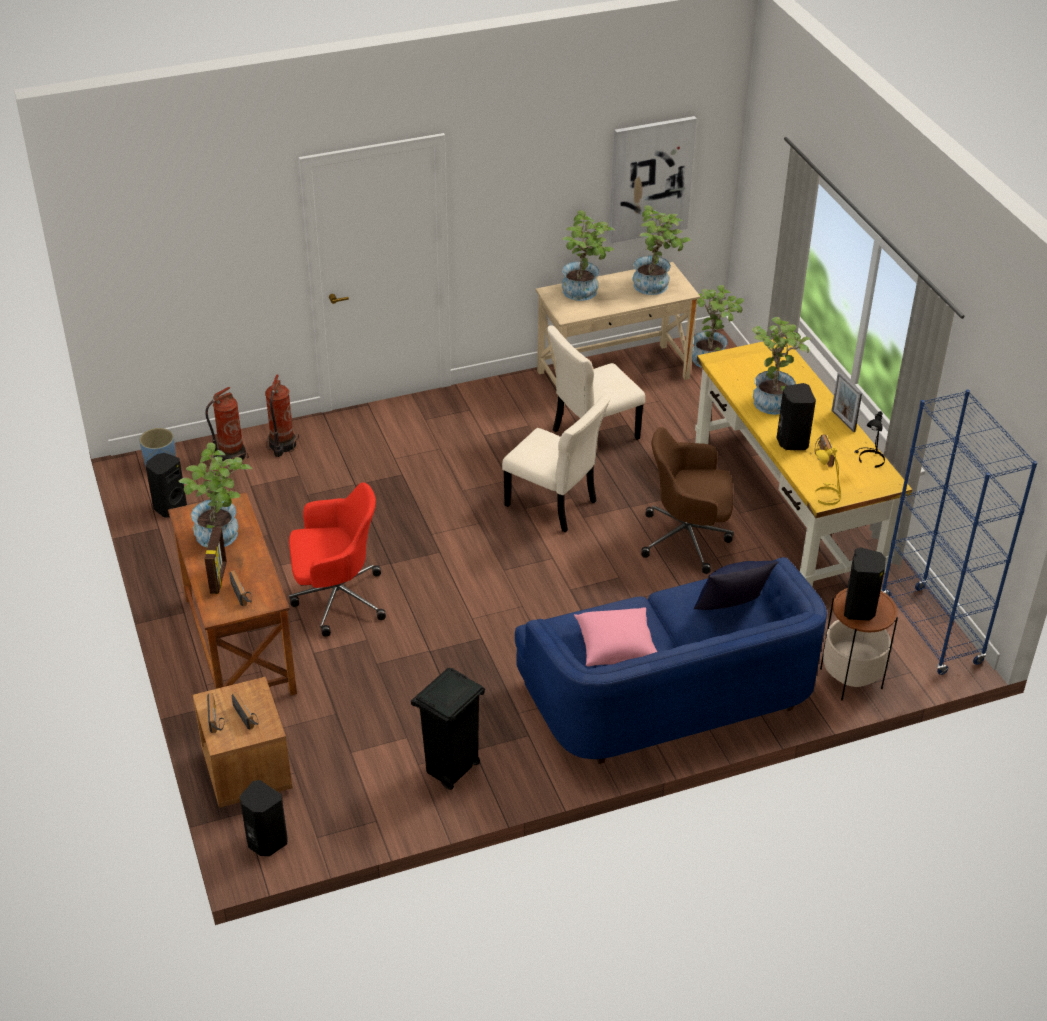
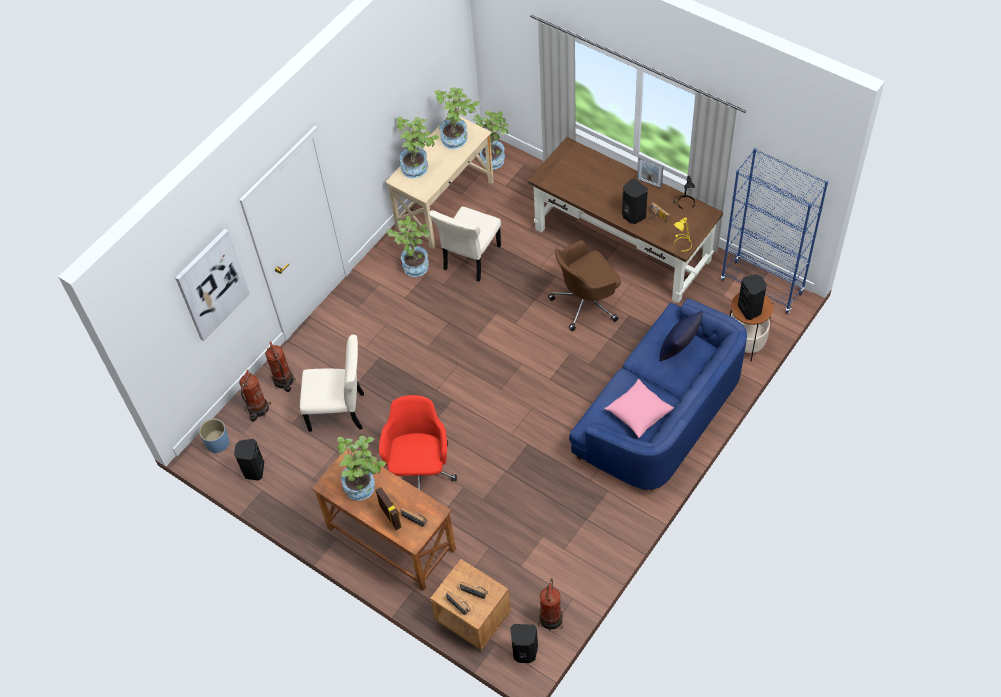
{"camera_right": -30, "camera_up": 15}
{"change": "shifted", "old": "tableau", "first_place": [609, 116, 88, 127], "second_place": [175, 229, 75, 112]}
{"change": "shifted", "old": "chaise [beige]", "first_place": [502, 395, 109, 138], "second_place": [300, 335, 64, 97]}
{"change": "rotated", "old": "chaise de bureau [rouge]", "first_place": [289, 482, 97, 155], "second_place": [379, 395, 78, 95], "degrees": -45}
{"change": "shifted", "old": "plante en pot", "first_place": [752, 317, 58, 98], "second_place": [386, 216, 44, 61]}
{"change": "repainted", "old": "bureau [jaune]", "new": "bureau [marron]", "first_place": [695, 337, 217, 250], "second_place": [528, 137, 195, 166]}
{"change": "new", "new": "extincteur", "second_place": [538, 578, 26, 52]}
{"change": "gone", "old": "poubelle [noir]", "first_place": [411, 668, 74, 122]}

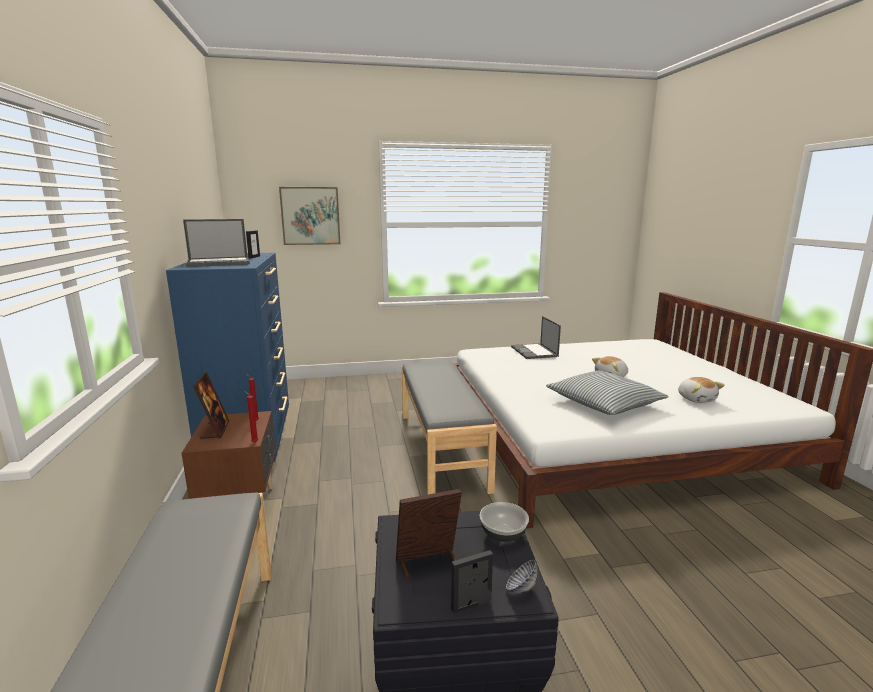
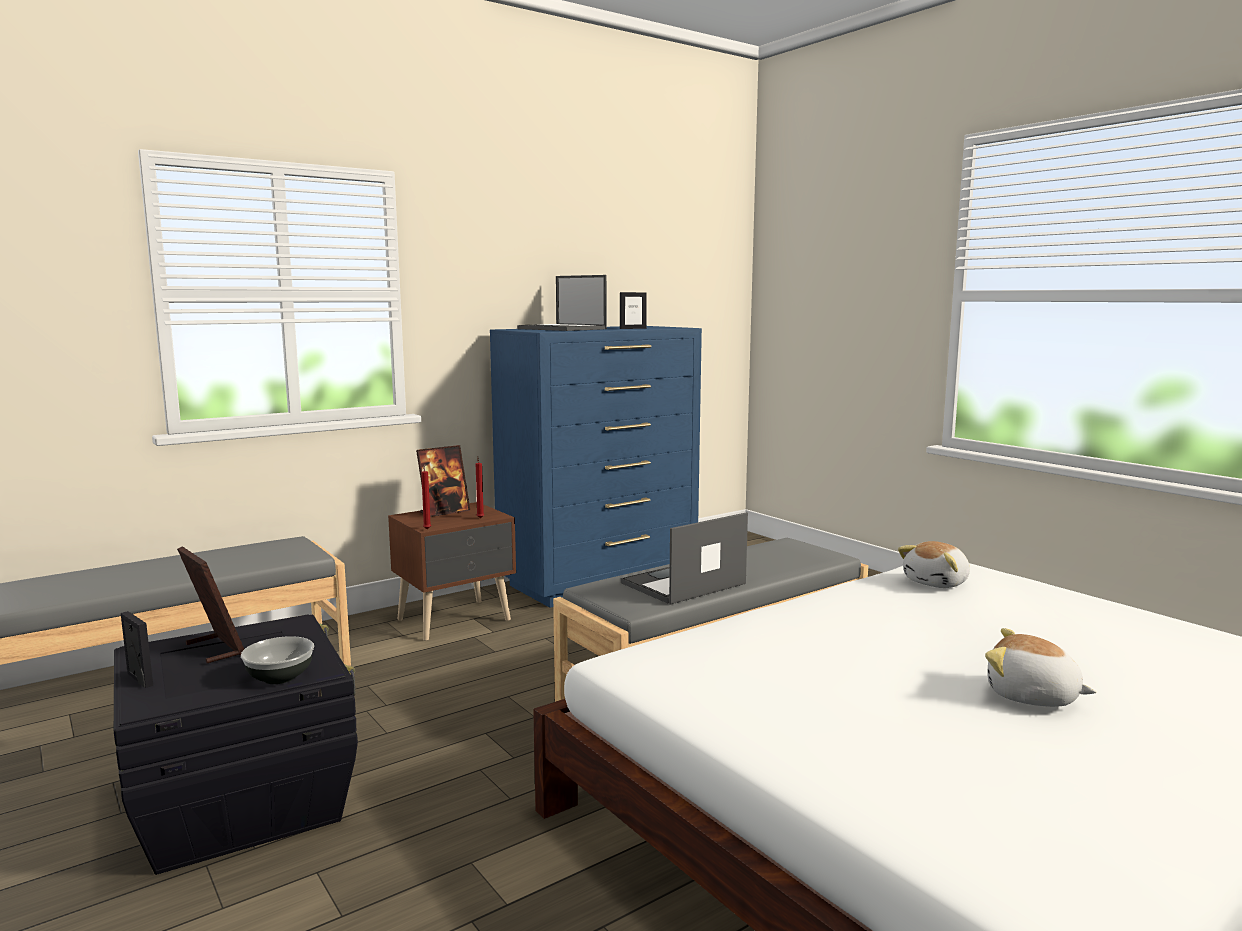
{"camera_right": 65, "camera_up": -5}
{"change": "shifted", "old": "ordinateur portable", "first_place": [511, 316, 50, 43], "second_place": [621, 512, 127, 93]}
{"change": "shifted", "old": "peluche", "first_place": [678, 377, 47, 26], "second_place": [898, 541, 72, 47]}
{"change": "gone", "old": "tableau", "first_place": [279, 187, 61, 58]}
{"change": "gone", "old": "bol", "first_place": [506, 560, 31, 33]}
{"change": "gone", "old": "coussin", "first_place": [546, 371, 123, 44]}

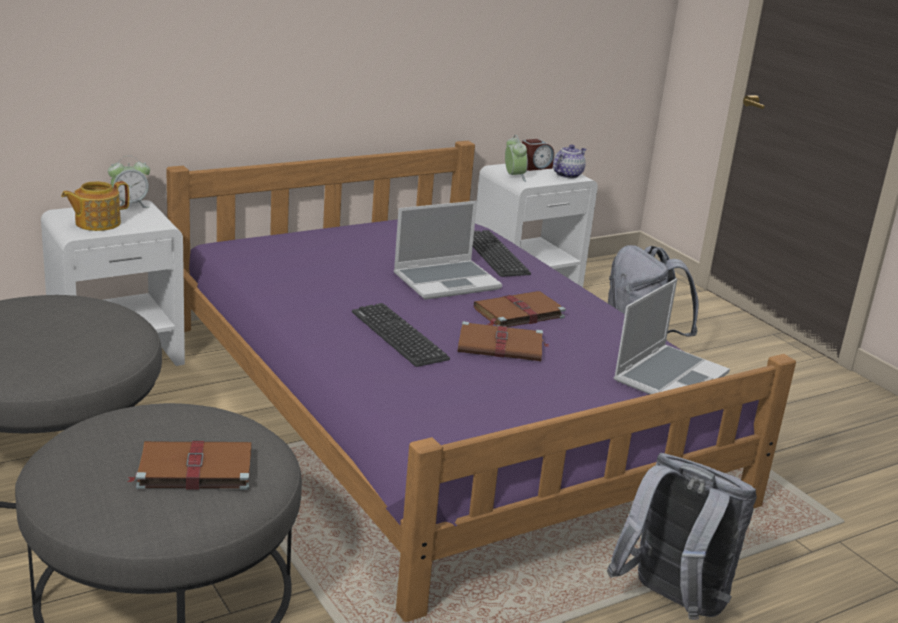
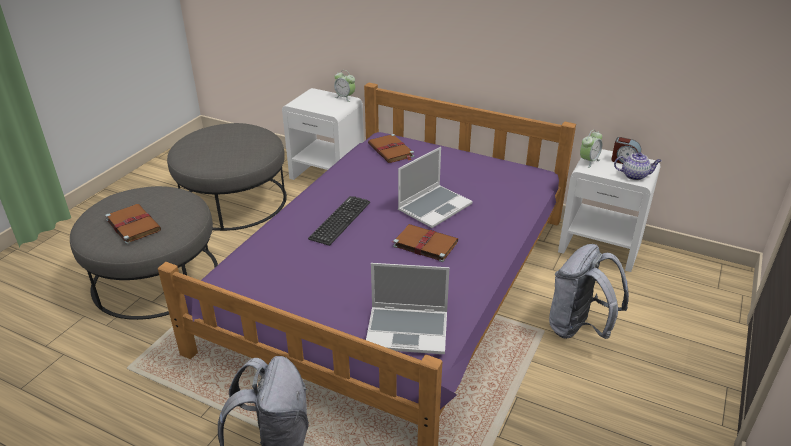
{"camera_right": 60, "camera_up": 10}
{"change": "shifted", "old": "livre [marron]", "first_place": [458, 321, 91, 40], "second_place": [368, 134, 46, 29]}
{"change": "rotated", "old": "ordinateur portable", "first_place": [393, 201, 109, 99], "second_place": [398, 147, 75, 81], "degrees": -75}
{"change": "gone", "old": "théière", "first_place": [61, 181, 68, 50]}
{"change": "gone", "old": "clavier", "first_place": [473, 230, 58, 47]}

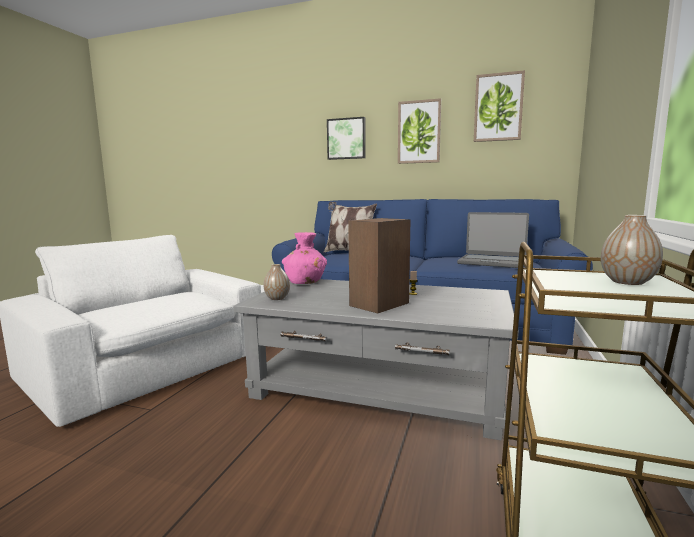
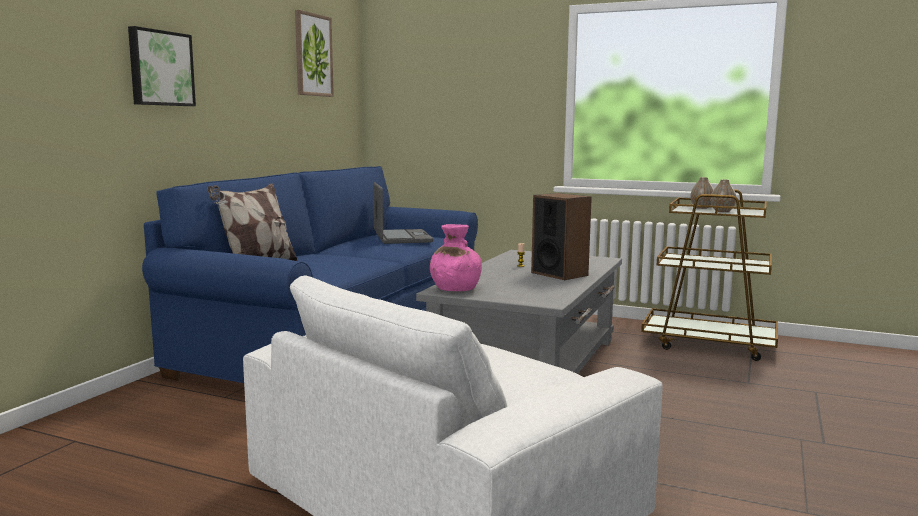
{"camera_right": -85, "camera_up": 0}
{"change": "rotated", "old": "ordinateur portable", "first_place": [457, 212, 72, 56], "second_place": [373, 182, 60, 62], "degrees": -45}
{"change": "shifted", "old": "vase", "first_place": [264, 264, 26, 36], "second_place": [711, 179, 25, 33]}
{"change": "gone", "old": "tableau", "first_place": [398, 98, 43, 66]}

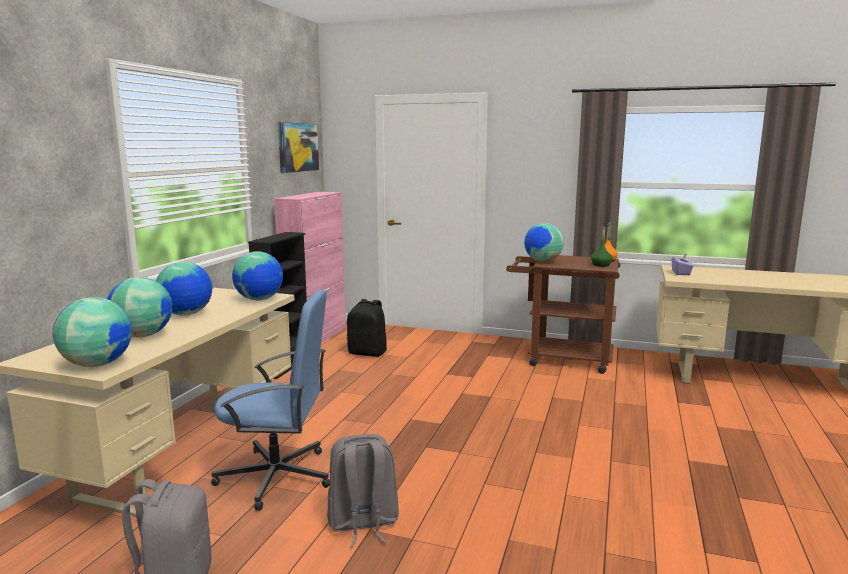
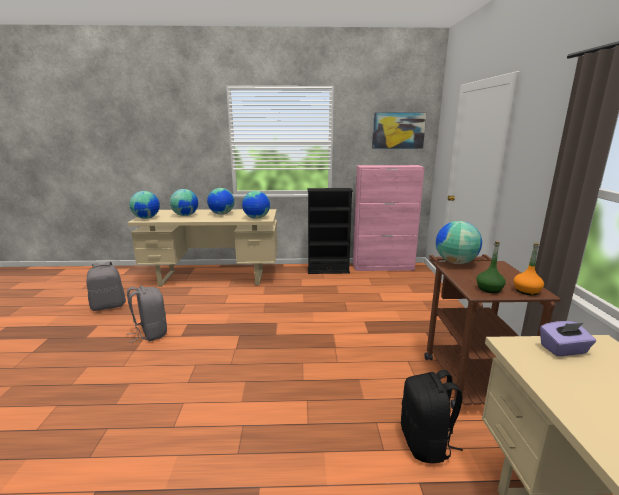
{"camera_right": 70, "camera_up": 5}
{"change": "shifted", "old": "sac à dos [noir]", "first_place": [347, 299, 40, 58], "second_place": [401, 370, 62, 93]}
{"change": "gone", "old": "chaise de bureau [bleu]", "first_place": [211, 289, 119, 222]}

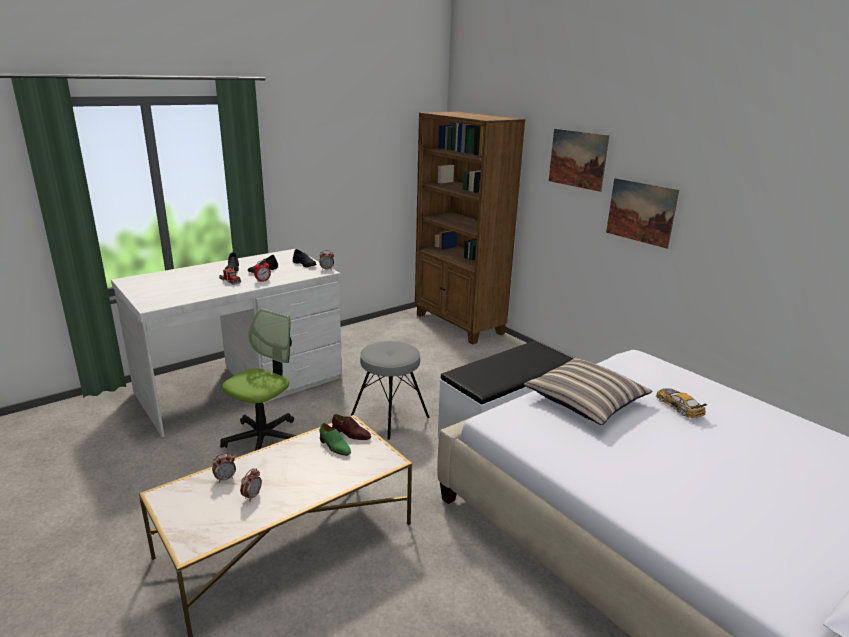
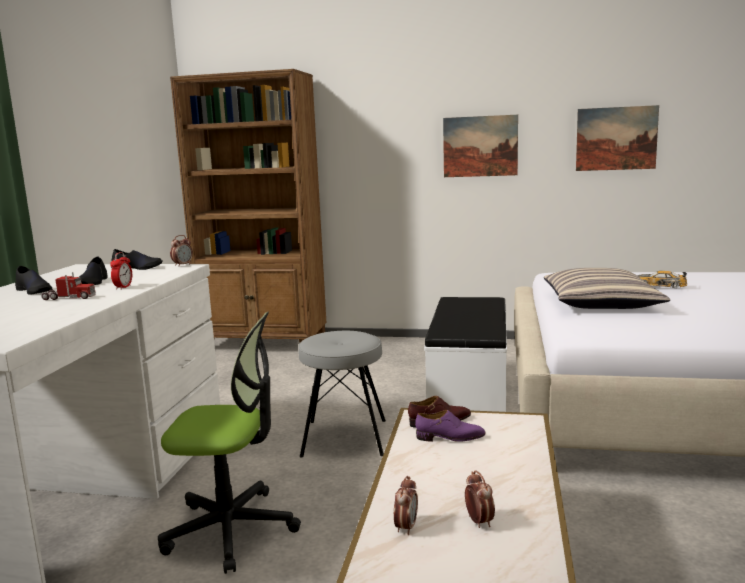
{"camera_right": -40, "camera_up": -10}
{"change": "rotated", "old": "chaise de bureau", "first_place": [220, 309, 77, 142], "second_place": [158, 312, 143, 262], "degrees": 105}
{"change": "repainted", "old": "chaussure [vert]", "new": "chaussure [violet]", "first_place": [319, 423, 32, 33], "second_place": [415, 410, 71, 32]}
{"change": "shifted", "old": "tableau", "first_place": [549, 129, 60, 63], "second_place": [576, 105, 83, 66]}

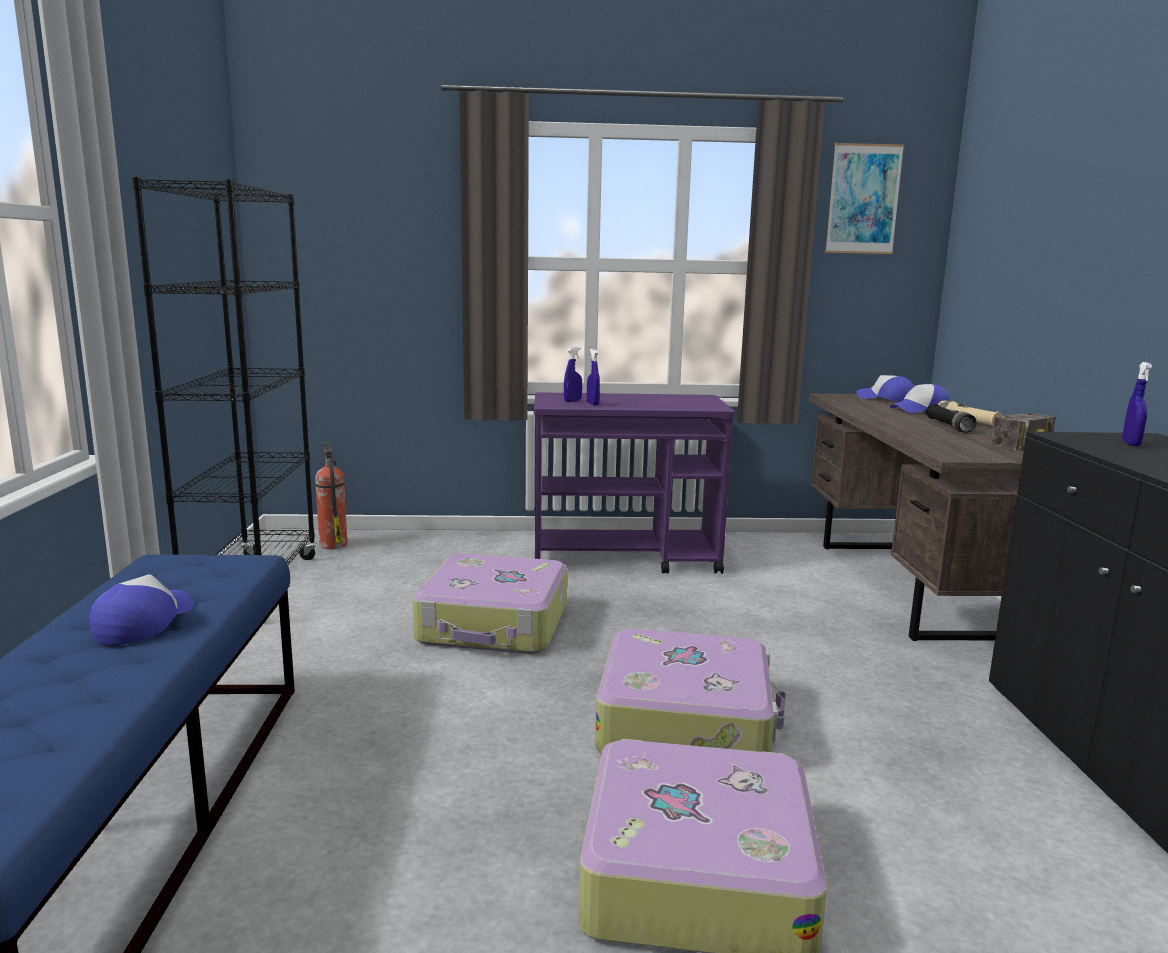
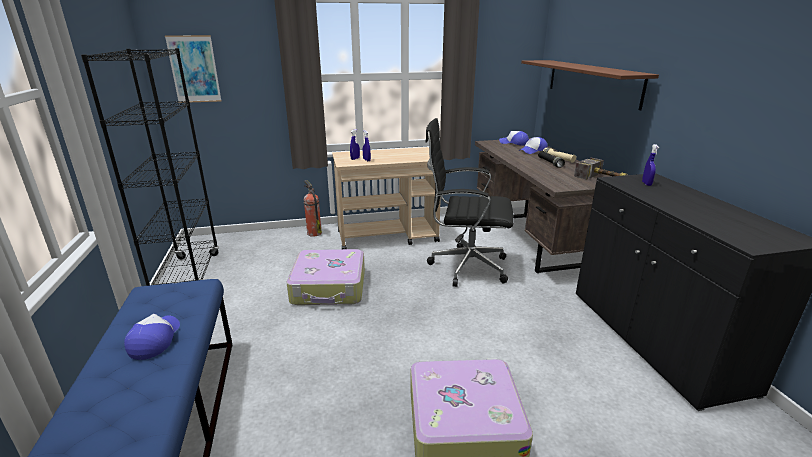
{"camera_right": -10, "camera_up": 10}
{"change": "shifted", "old": "tableau", "first_place": [825, 143, 79, 111], "second_place": [165, 35, 57, 68]}
{"change": "shifted", "old": "extincteur", "first_place": [315, 443, 32, 106], "second_place": [304, 180, 18, 57]}
{"change": "repainted", "old": "chariot [violet]", "new": "chariot [beige]", "first_place": [534, 392, 201, 182], "second_place": [332, 147, 109, 102]}
{"change": "new", "new": "chaise de bureau [noir]", "second_place": [425, 118, 89, 169]}
{"change": "new", "new": "étagère [marron]", "second_place": [521, 60, 138, 50]}
{"change": "gone", "old": "valise", "first_place": [595, 629, 191, 125]}

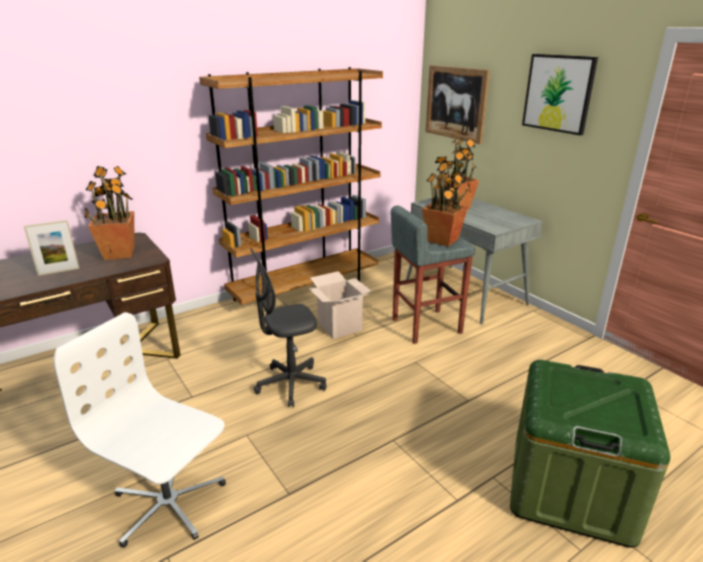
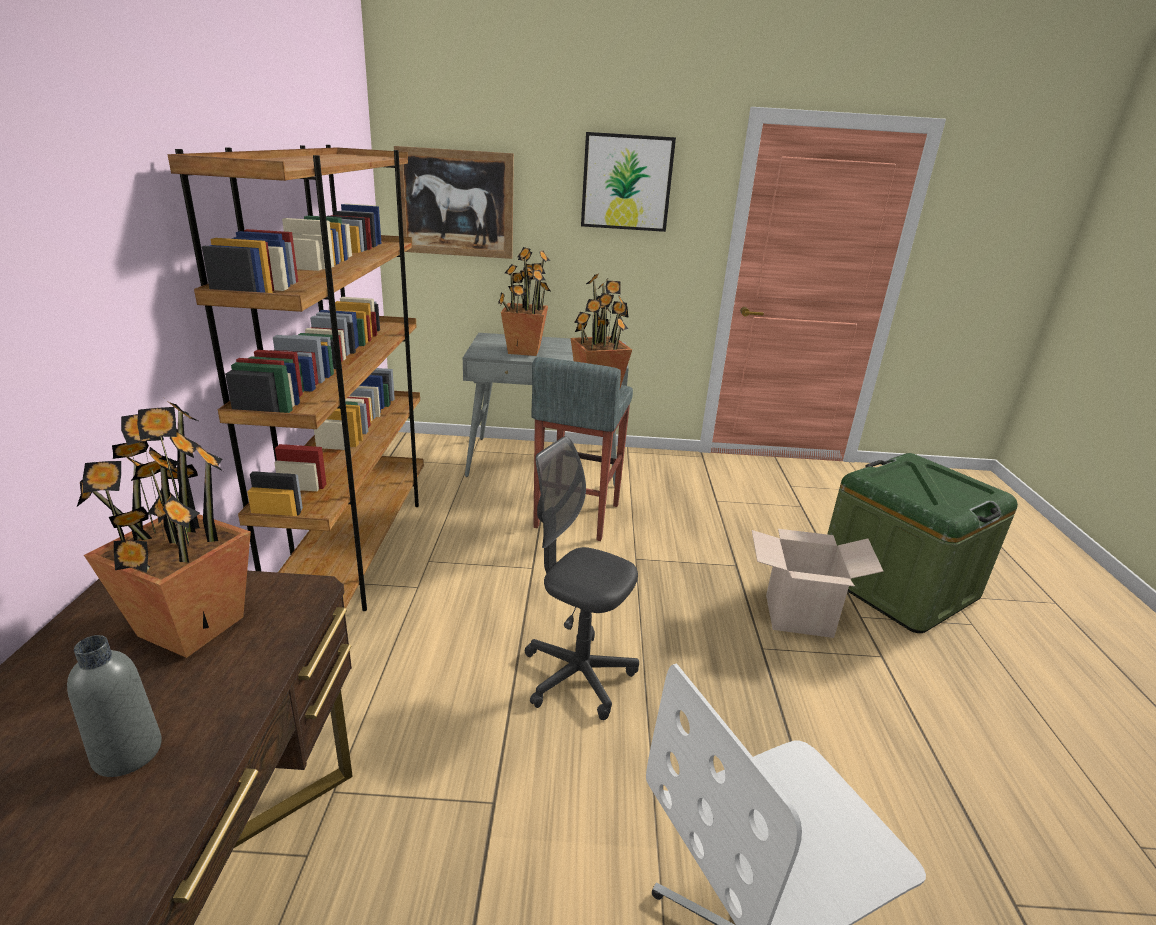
{"camera_right": -55, "camera_up": 0}
{"change": "swapped", "old": "cadre photo", "new": "bouteille [gris]", "first_place": [23, 220, 57, 56], "second_place": [67, 635, 95, 142]}
{"change": "rotated", "old": "chaise de bureau [gris]", "first_place": [250, 248, 76, 159], "second_place": [525, 436, 114, 284], "degrees": 105}
{"change": "shifted", "old": "carton", "first_place": [308, 271, 63, 68], "second_place": [752, 529, 132, 109]}

